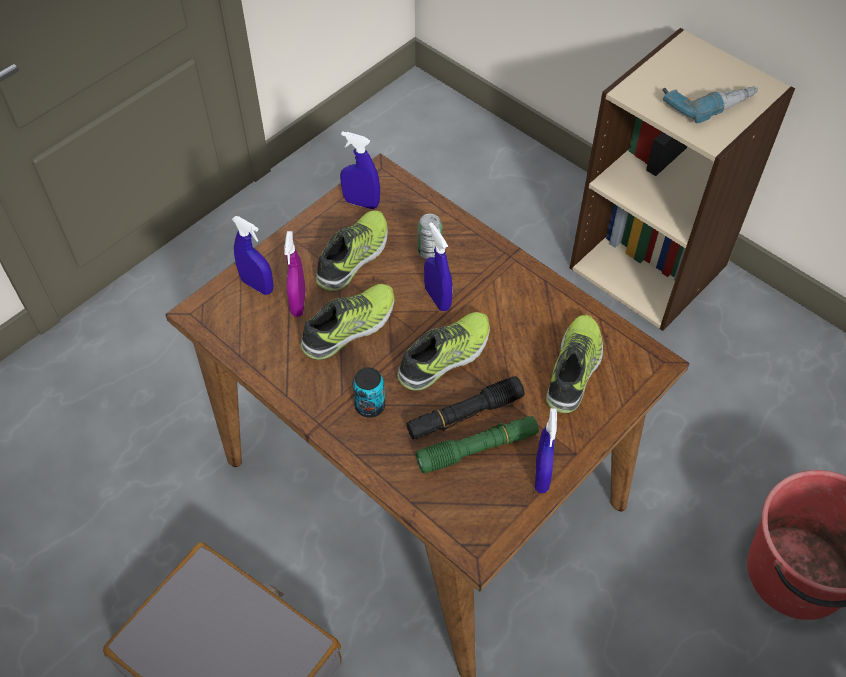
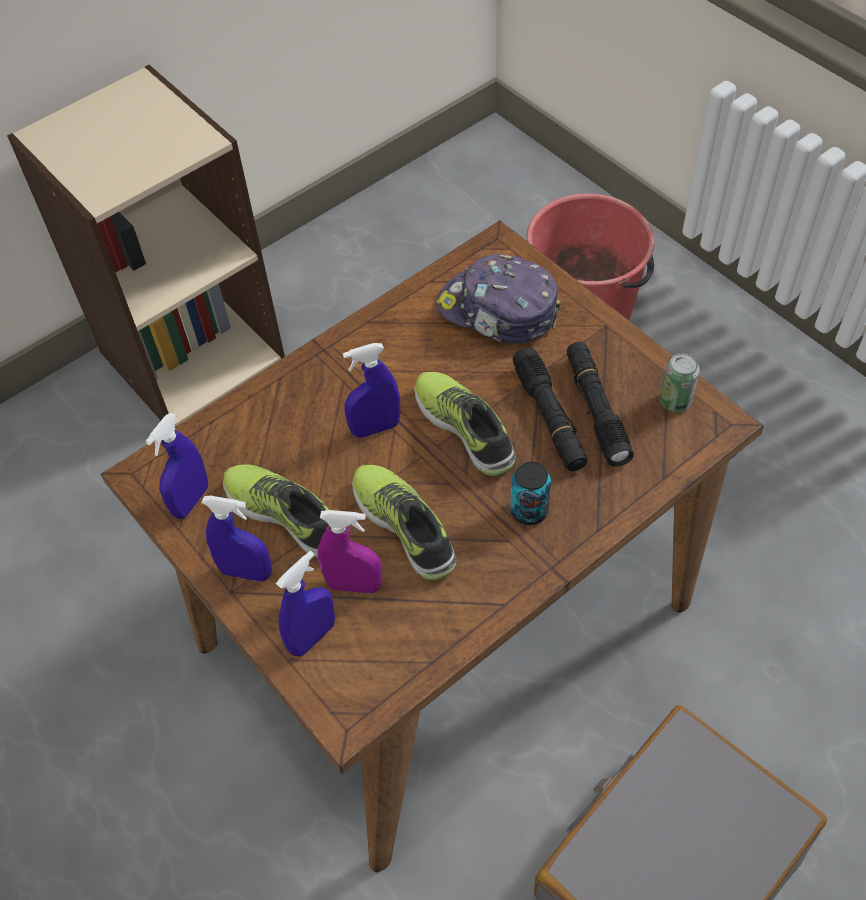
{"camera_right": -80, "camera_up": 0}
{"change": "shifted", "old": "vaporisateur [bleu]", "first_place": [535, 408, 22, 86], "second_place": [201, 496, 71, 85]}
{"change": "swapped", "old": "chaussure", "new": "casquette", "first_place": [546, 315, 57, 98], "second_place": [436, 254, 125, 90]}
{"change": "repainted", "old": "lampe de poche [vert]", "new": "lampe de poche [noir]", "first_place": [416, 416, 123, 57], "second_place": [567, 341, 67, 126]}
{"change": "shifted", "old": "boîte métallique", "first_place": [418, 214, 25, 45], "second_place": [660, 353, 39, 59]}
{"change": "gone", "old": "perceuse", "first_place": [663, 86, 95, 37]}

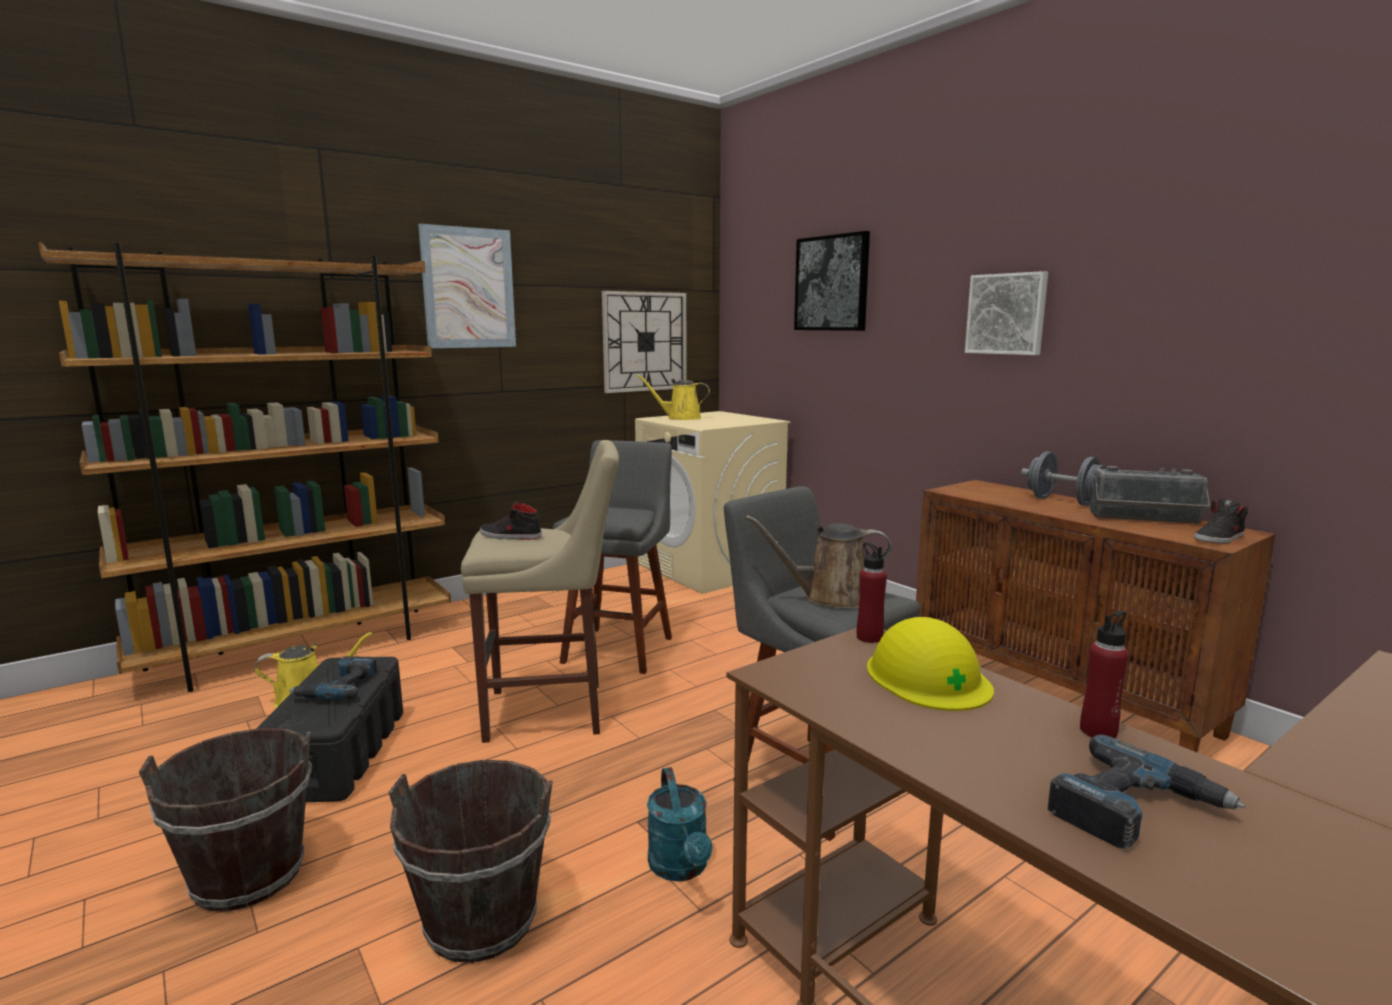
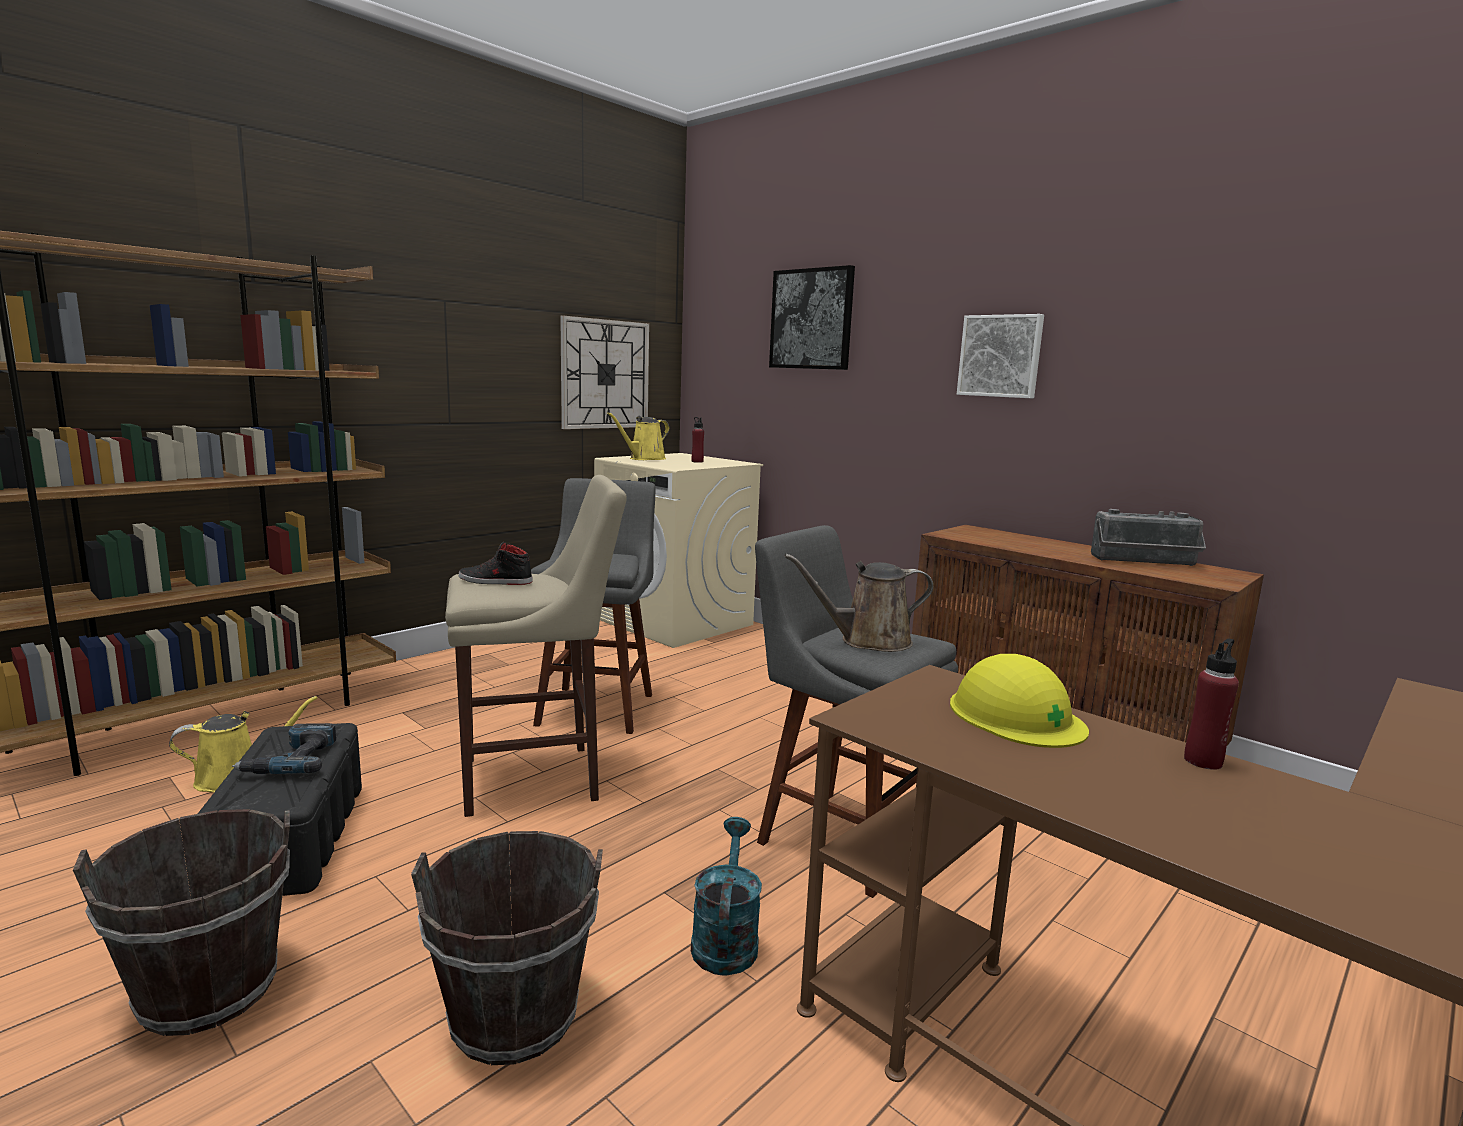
{"camera_right": -10, "camera_up": 0}
{"change": "rotated", "old": "arrosoir [jaune]", "first_place": [637, 375, 73, 45], "second_place": [607, 412, 62, 48], "degrees": -45}
{"change": "rotated", "old": "arrosoir [turquoise]", "first_place": [647, 767, 66, 115], "second_place": [691, 817, 71, 158], "degrees": -150}
{"change": "shifted", "old": "bouteille [rouge]", "first_place": [857, 542, 30, 101], "second_place": [692, 417, 12, 46]}
{"change": "gone", "old": "tableau", "first_place": [418, 224, 98, 124]}
{"change": "gone", "old": "haltère [gris]", "first_place": [1021, 452, 85, 54]}
{"change": "gone", "old": "perceuse", "first_place": [1048, 734, 197, 115]}
{"change": "gone", "old": "chaussure [noir]", "first_place": [1194, 499, 54, 45]}

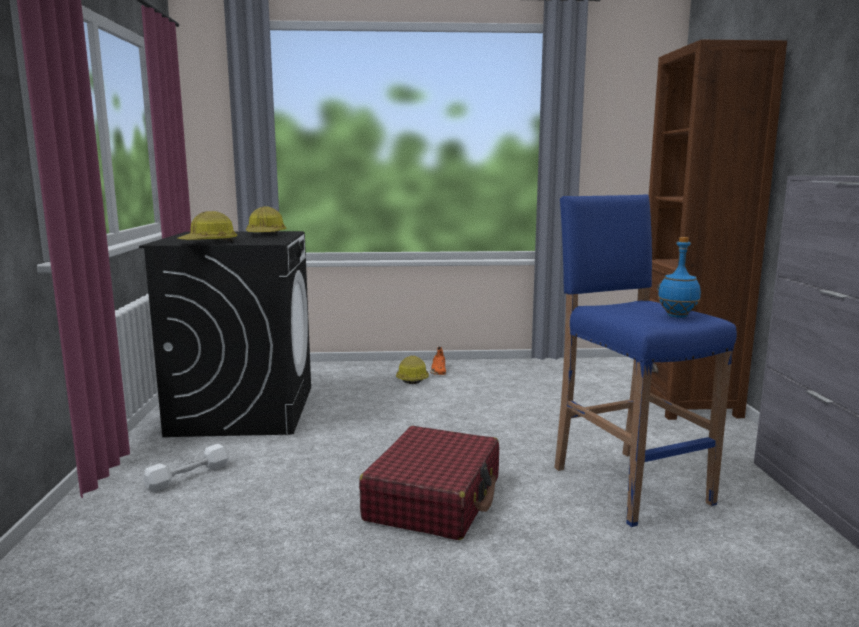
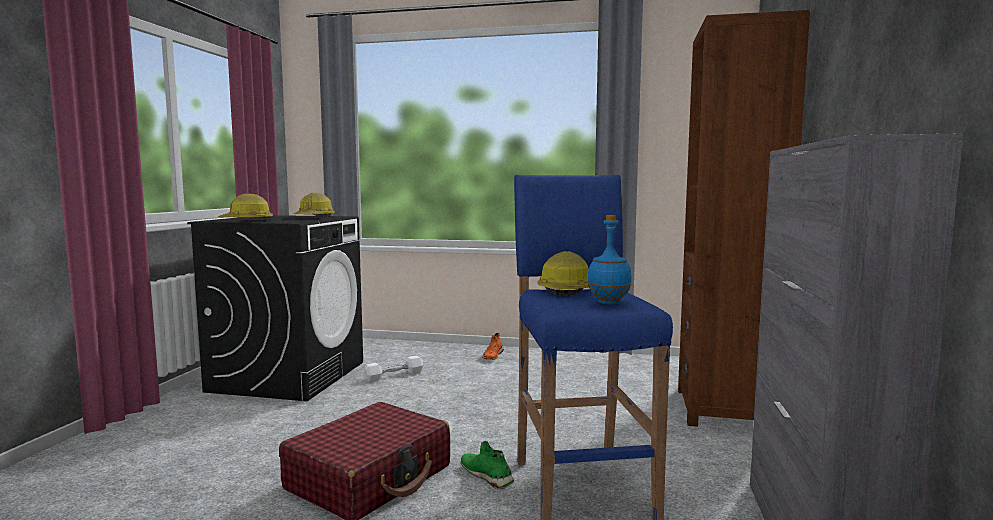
{"camera_right": 15, "camera_up": -5}
{"change": "shifted", "old": "haltère [blanc]", "first_place": [143, 444, 86, 49], "second_place": [364, 356, 59, 26]}
{"change": "new", "new": "chaussure [vert]", "second_place": [461, 441, 53, 48]}
{"change": "shifted", "old": "casque de chantier", "first_place": [396, 356, 33, 28], "second_place": [537, 251, 52, 45]}

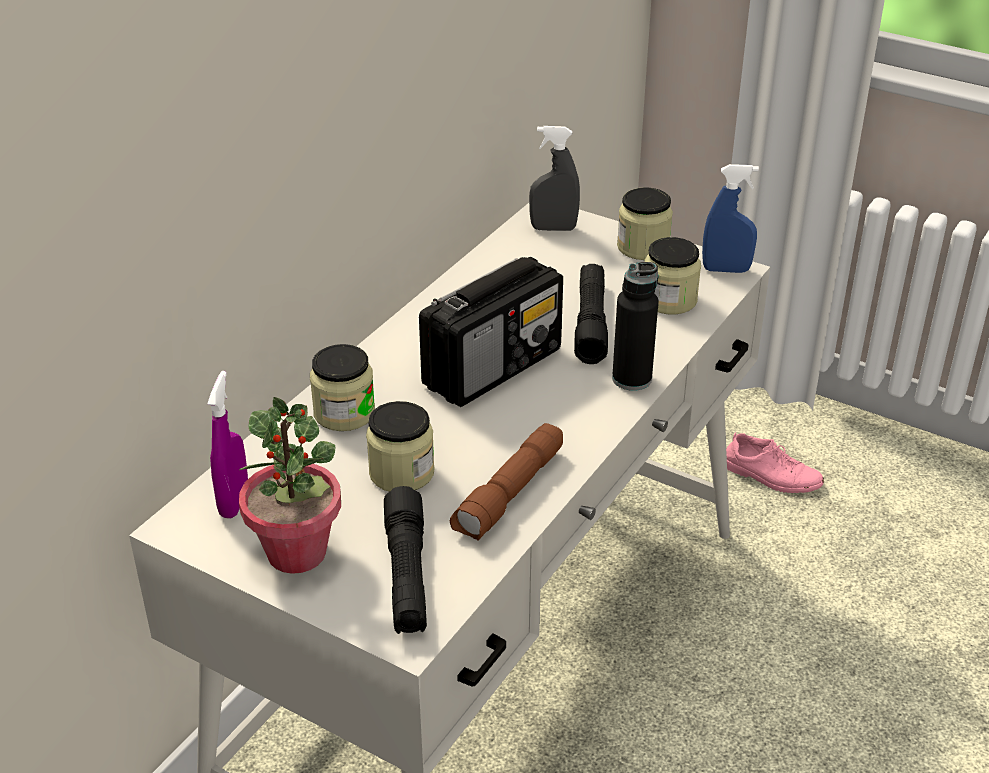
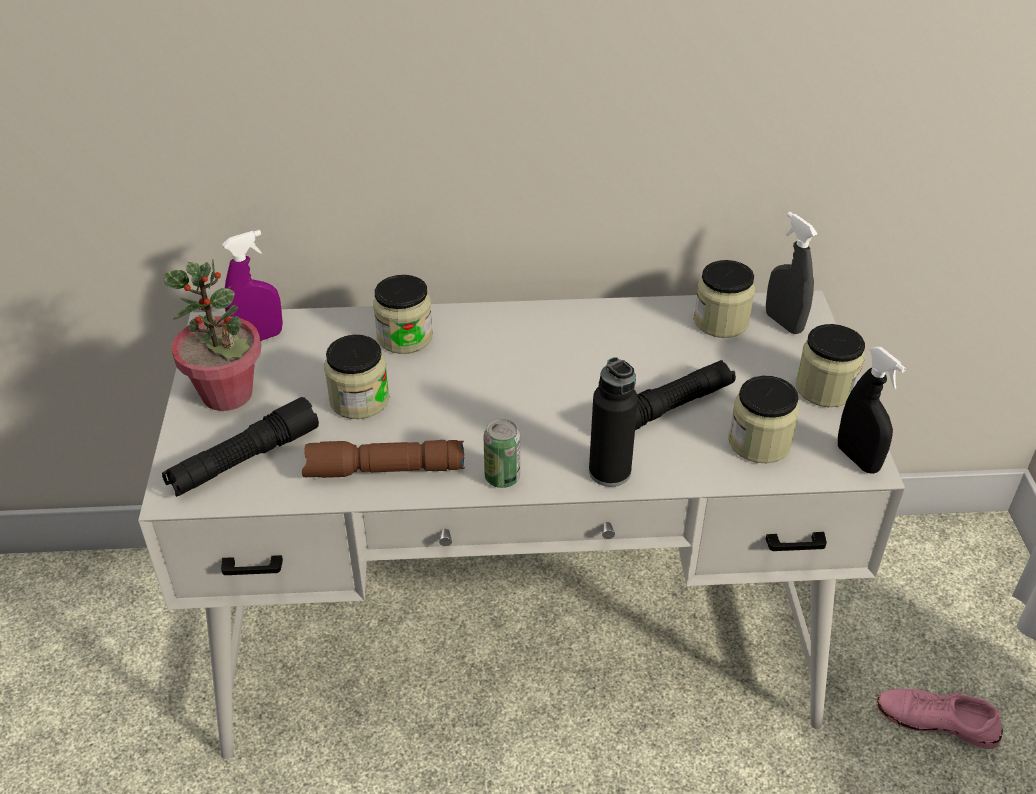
{"camera_right": 55, "camera_up": 5}
{"change": "new", "new": "boîte métallique", "second_place": [483, 419, 37, 69]}
{"change": "new", "new": "bocal", "second_place": [694, 260, 61, 78]}
{"change": "repainted", "old": "vaporisateur [bleu]", "new": "vaporisateur [noir]", "first_place": [702, 164, 57, 109], "second_place": [838, 346, 68, 128]}
{"change": "rotated", "old": "chaussure [rose]", "first_place": [726, 432, 98, 61], "second_place": [876, 689, 127, 60], "degrees": 120}
{"change": "gone", "old": "radio", "first_place": [419, 257, 144, 150]}

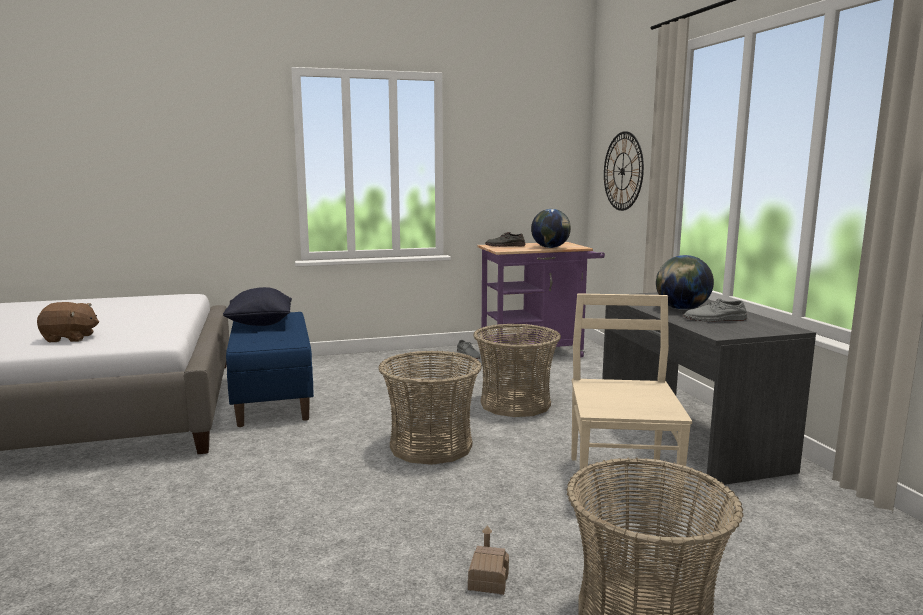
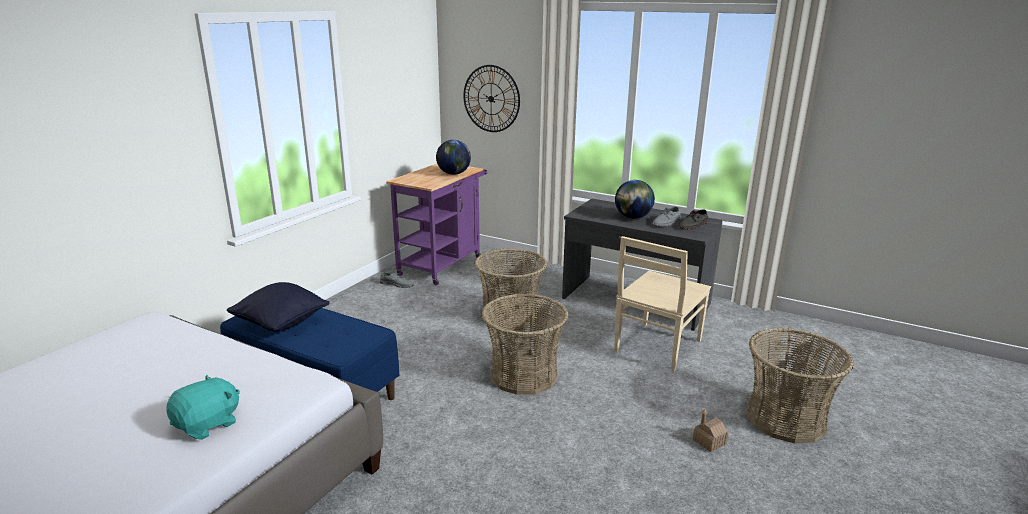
{"camera_right": -45, "camera_up": 10}
{"change": "repainted", "old": "peluche [marron]", "new": "peluche [turquoise]", "first_place": [37, 302, 62, 41], "second_place": [166, 374, 74, 66]}
{"change": "rotated", "old": "chaise [beige]", "first_place": [571, 294, 121, 217], "second_place": [614, 236, 97, 135], "degrees": -105}
{"change": "shifted", "old": "chaussure [gris]", "first_place": [485, 232, 41, 15], "second_place": [677, 209, 31, 20]}

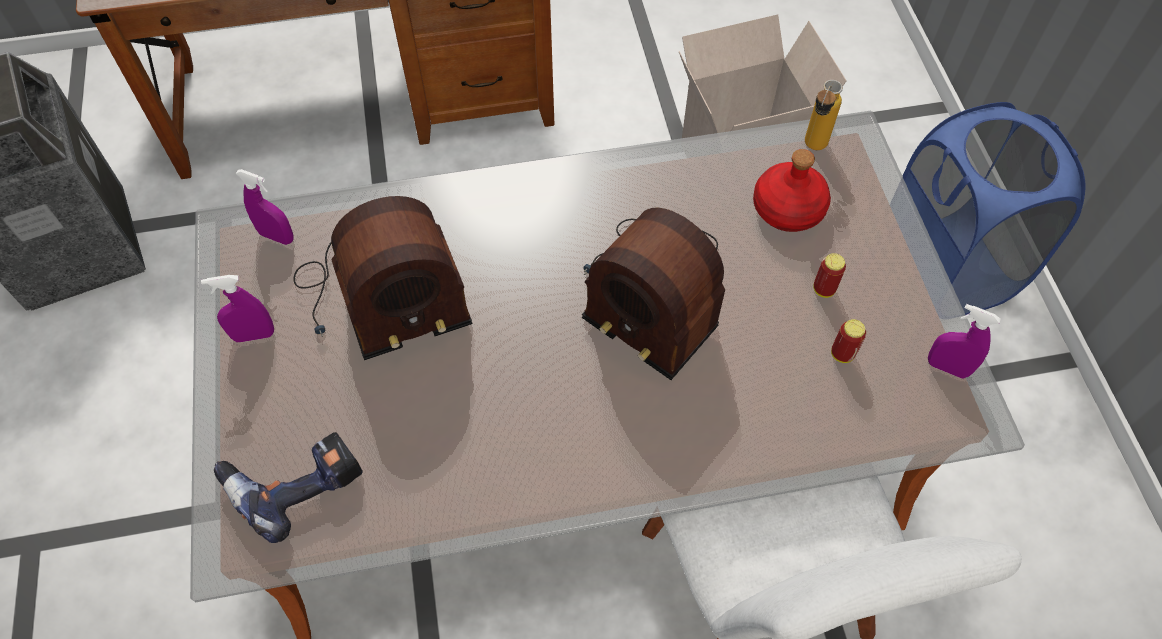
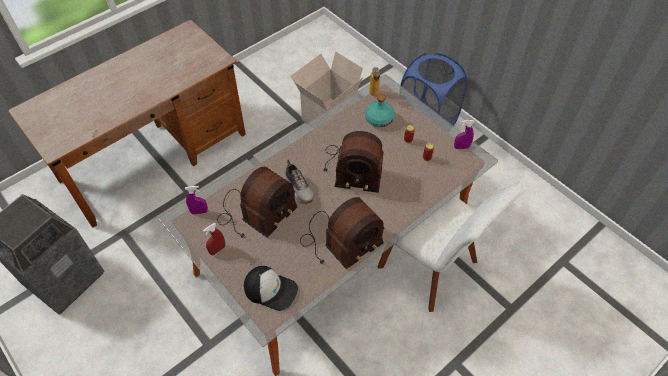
{"camera_right": -30, "camera_up": -5}
{"change": "repainted", "old": "vaporisateur [violet]", "new": "vaporisateur [rouge]", "first_place": [201, 275, 73, 67], "second_place": [203, 223, 22, 32]}
{"change": "swapped", "old": "perceuse", "new": "casquette", "first_place": [214, 432, 149, 111], "second_place": [244, 266, 54, 45]}
{"change": "new", "new": "chaussure", "second_place": [285, 160, 29, 44]}
{"change": "new", "new": "radio", "second_place": [300, 197, 85, 72]}
{"change": "repainted", "old": "bouteille [rouge]", "new": "bouteille [turquoise]", "first_place": [753, 149, 78, 83], "second_place": [365, 94, 30, 33]}

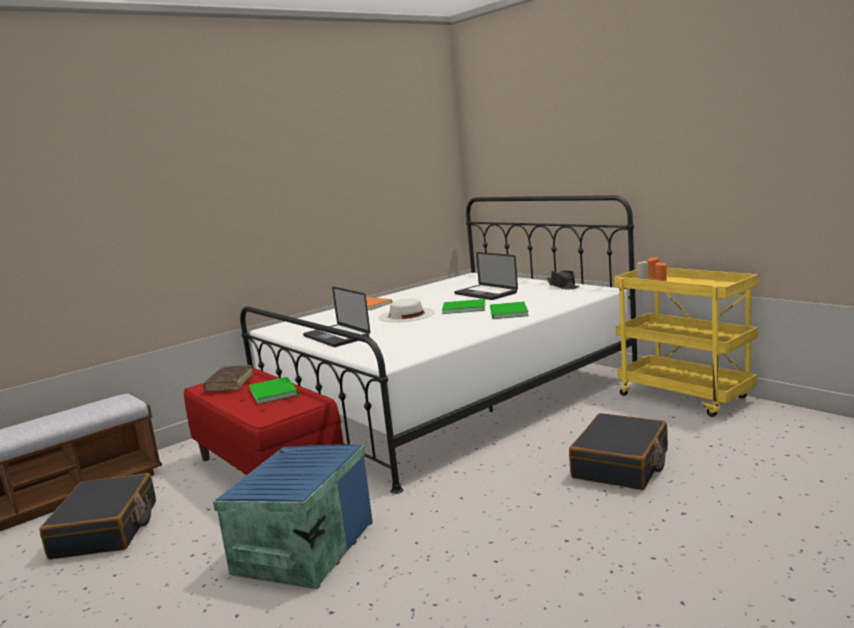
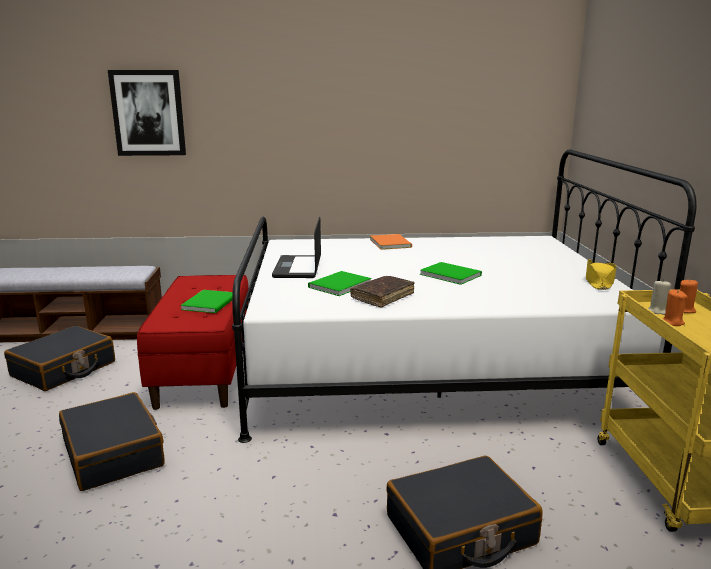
{"camera_right": 35, "camera_up": 5}
{"change": "swapped", "old": "boîte de rangement [bleu]", "new": "valise [noir]", "first_place": [213, 445, 160, 144], "second_place": [59, 392, 106, 99]}
{"change": "new", "new": "tableau", "second_place": [108, 70, 78, 86]}
{"change": "shifted", "old": "livre [vert]", "first_place": [490, 301, 39, 18], "second_place": [308, 271, 64, 25]}
{"change": "shifted", "old": "livre [marron]", "first_place": [203, 365, 50, 27], "second_place": [350, 276, 64, 31]}
{"change": "repainted", "old": "chapeau [noir]", "new": "chapeau [jaune]", "first_place": [546, 270, 34, 20], "second_place": [586, 259, 31, 31]}
{"change": "gone", "old": "chapeau [blanc]", "first_place": [379, 298, 56, 24]}
{"change": "gone", "old": "ordinateur portable", "first_place": [454, 252, 64, 48]}

